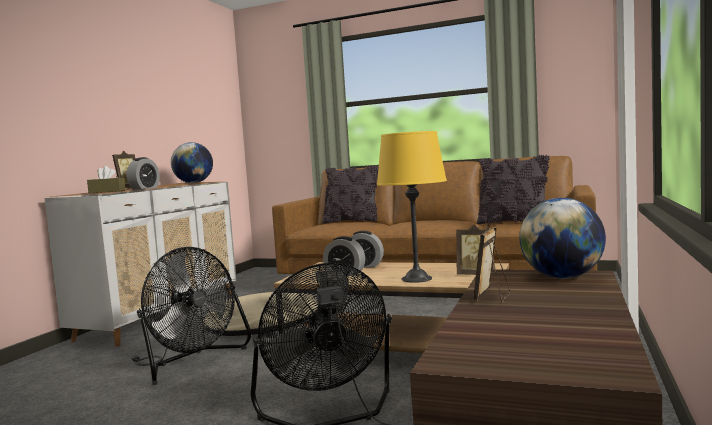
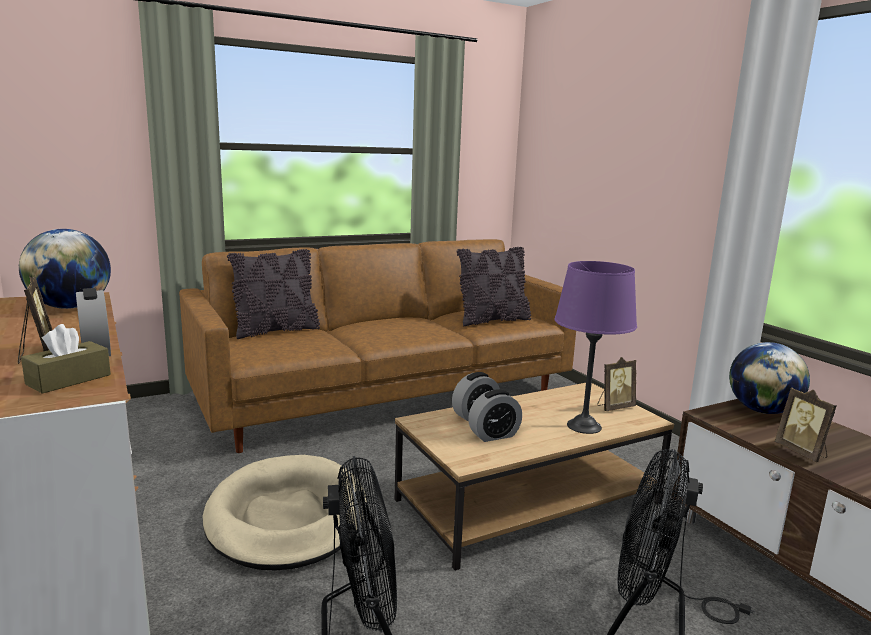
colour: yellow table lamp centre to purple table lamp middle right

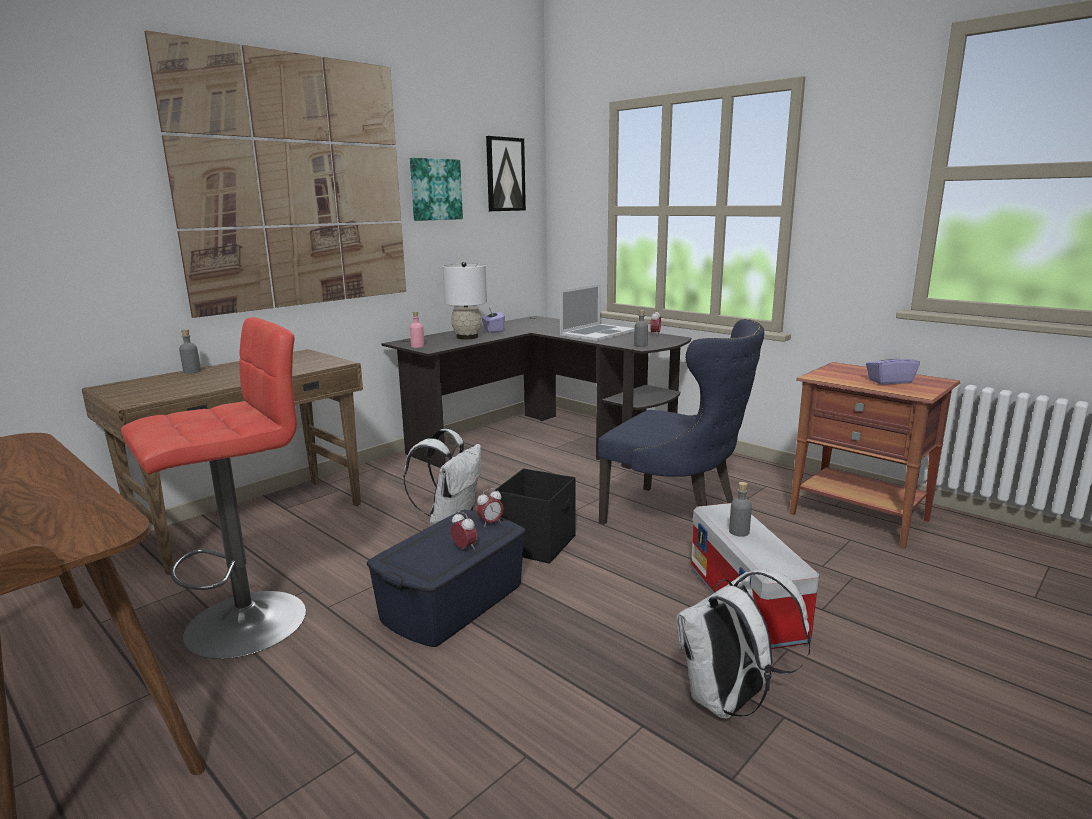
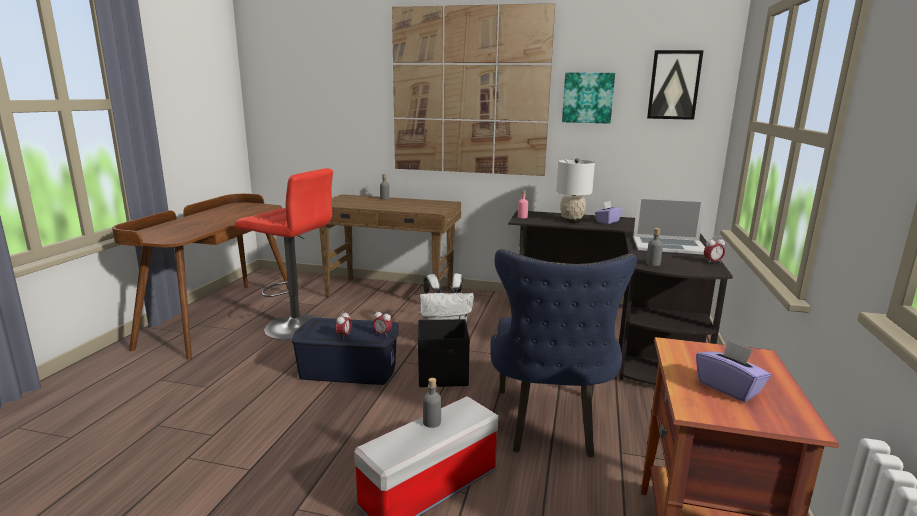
missing: white backpack (no. 2 from left) bottom right

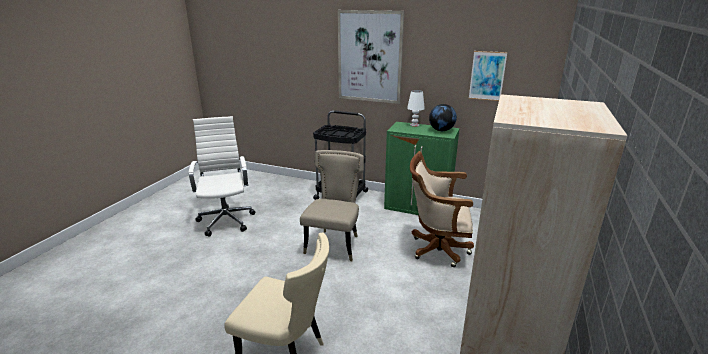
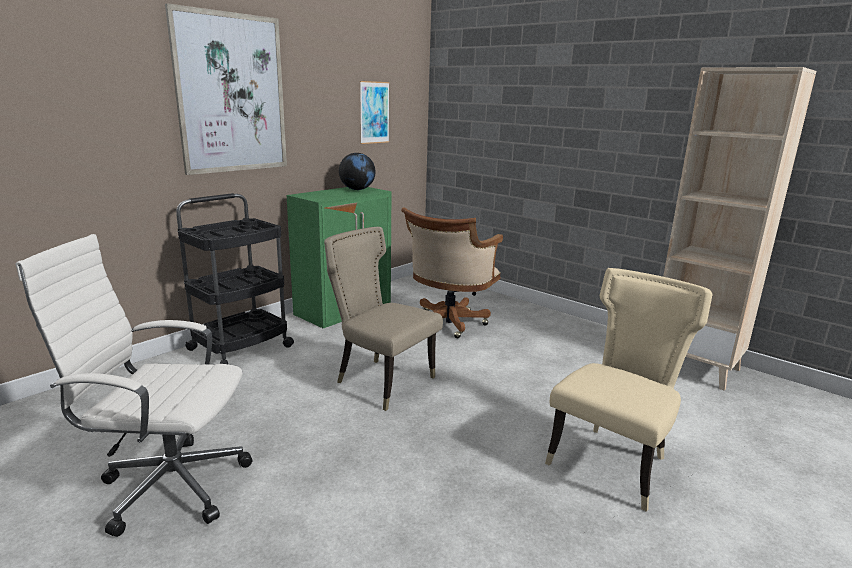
missing: white table lamp top centre

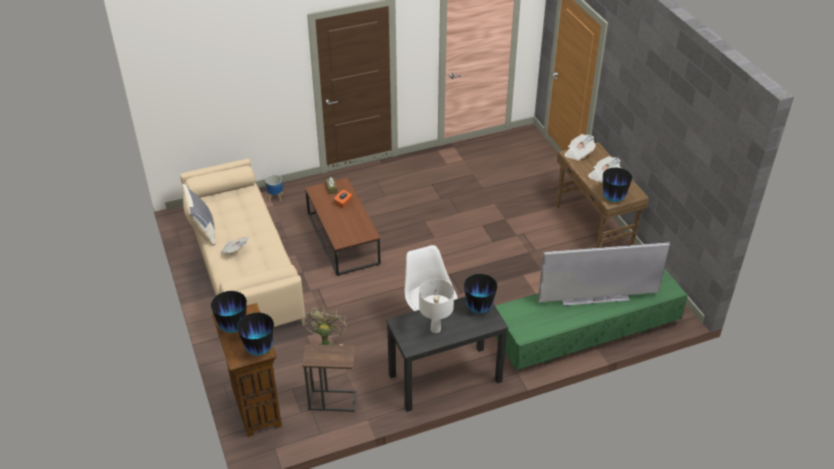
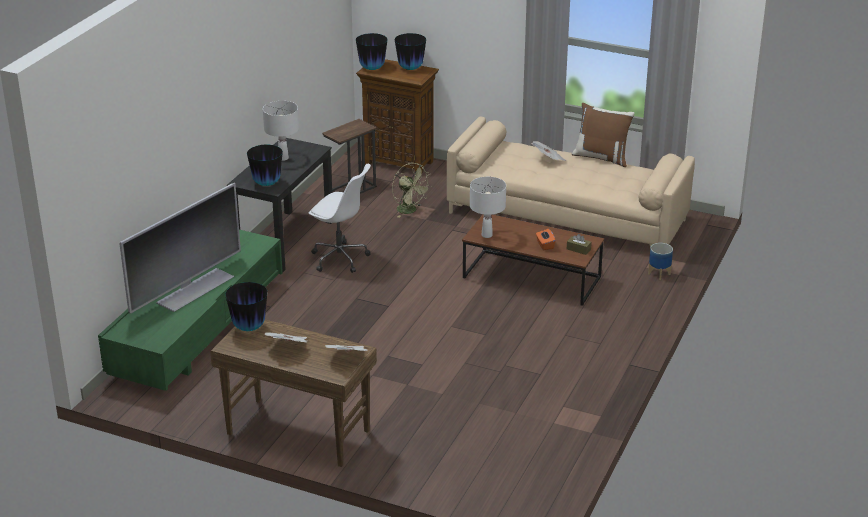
appeared: white table lamp (no. 2 from left) centre
colour: grey pillow middle left to brown pillow top right

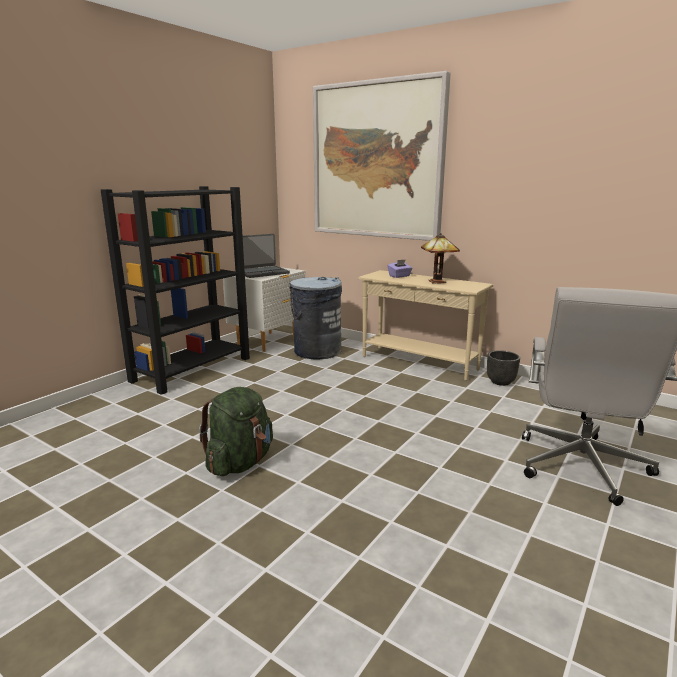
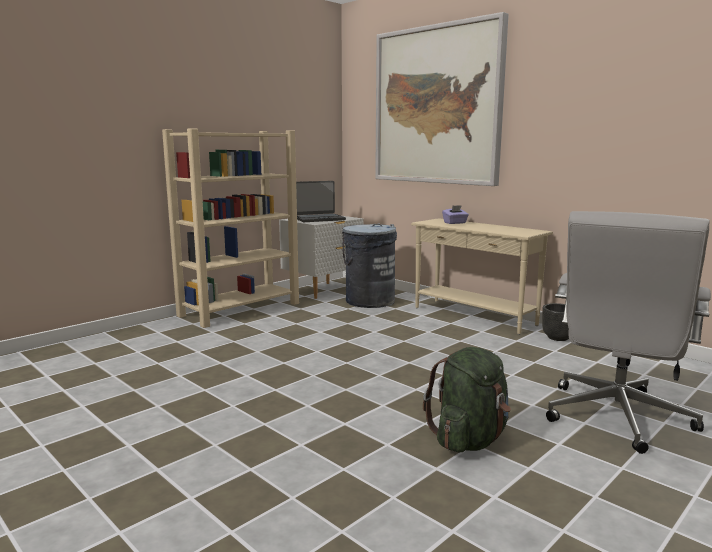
missing: table lamp centre
relocated: green backpack centre to bottom centre
colour: black bookcase middle left to beige bookcase middle left

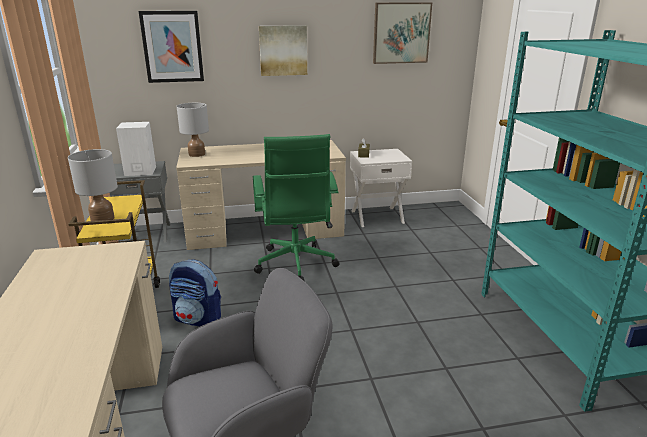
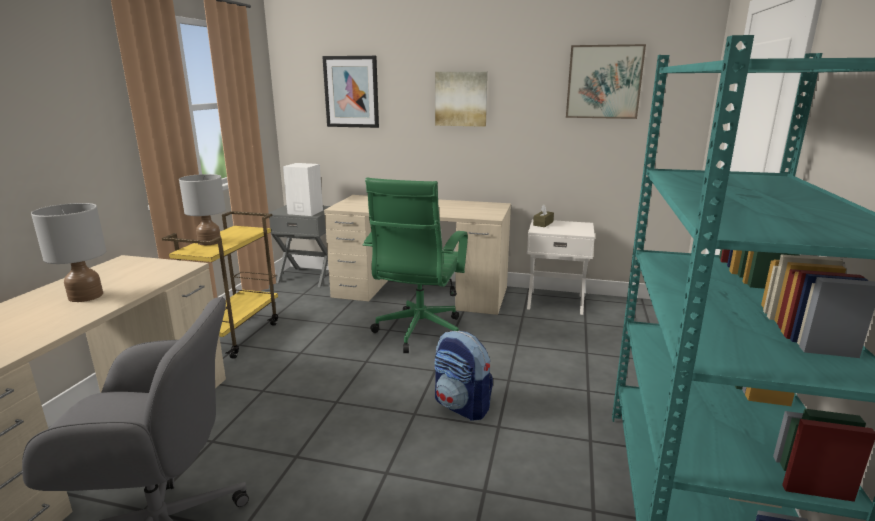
relocated: grey table lamp (no. 2 from left in the first image) top left to grey table lamp (no. 1 from left) middle left; backpack bottom left to bottom centre

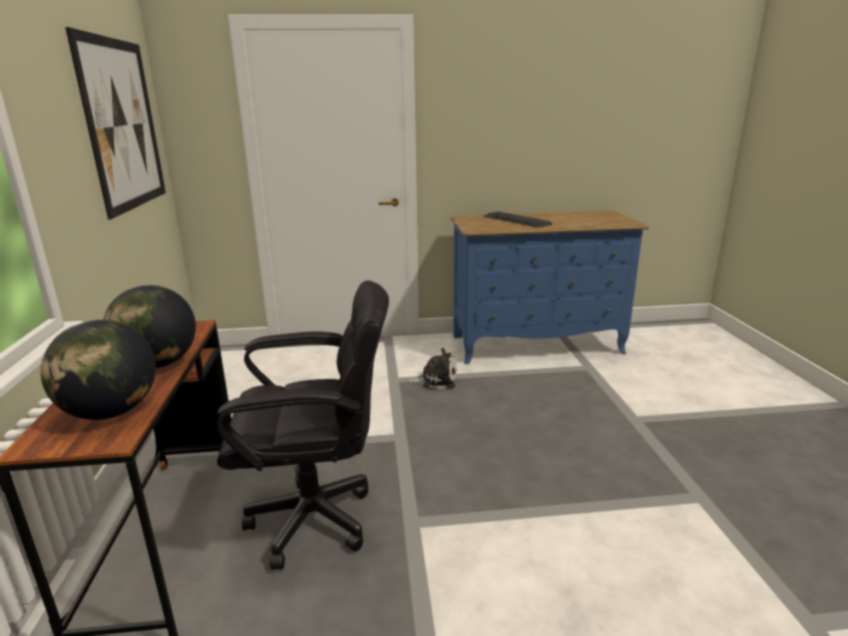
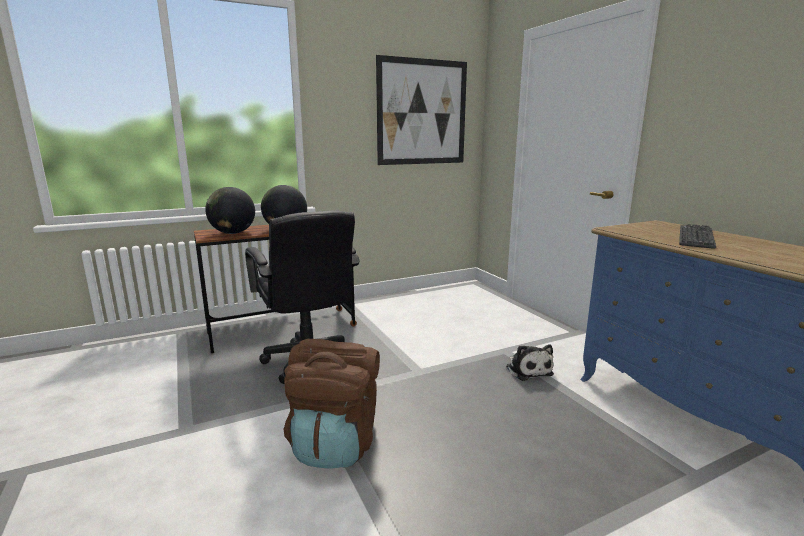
appeared: brown backpack bottom centre

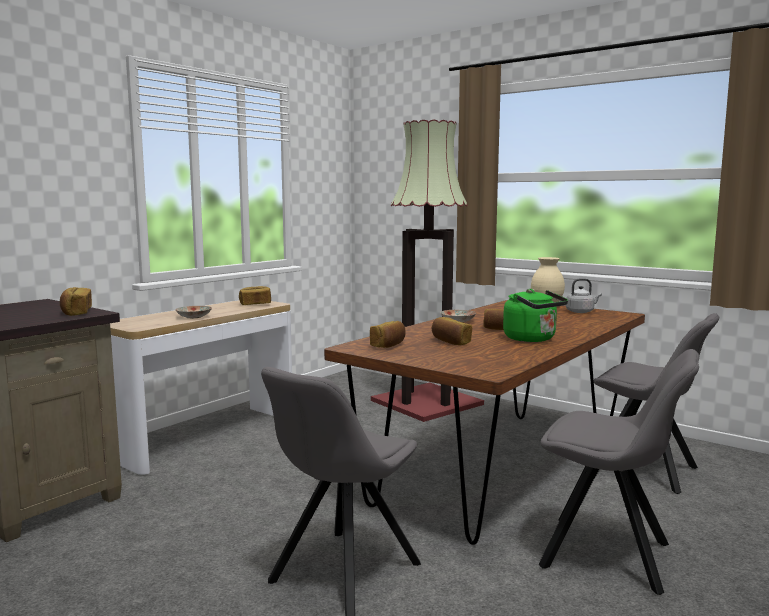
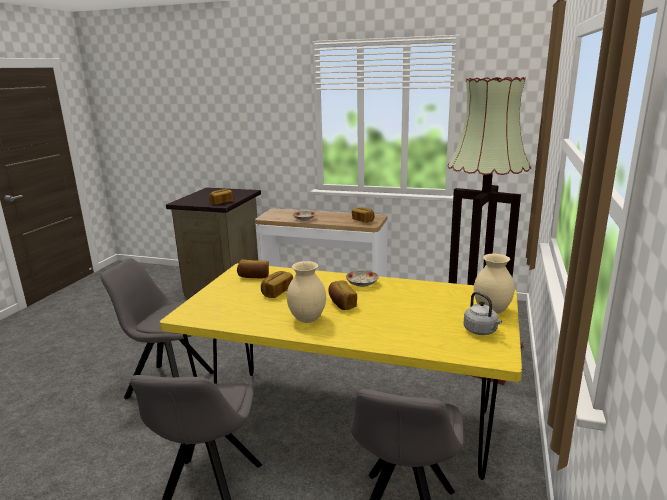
exchanged: green kettle middle right to beige vase (no. 1 from left) centre
colour: brown dining table bottom centre to yellow dining table bottom centre

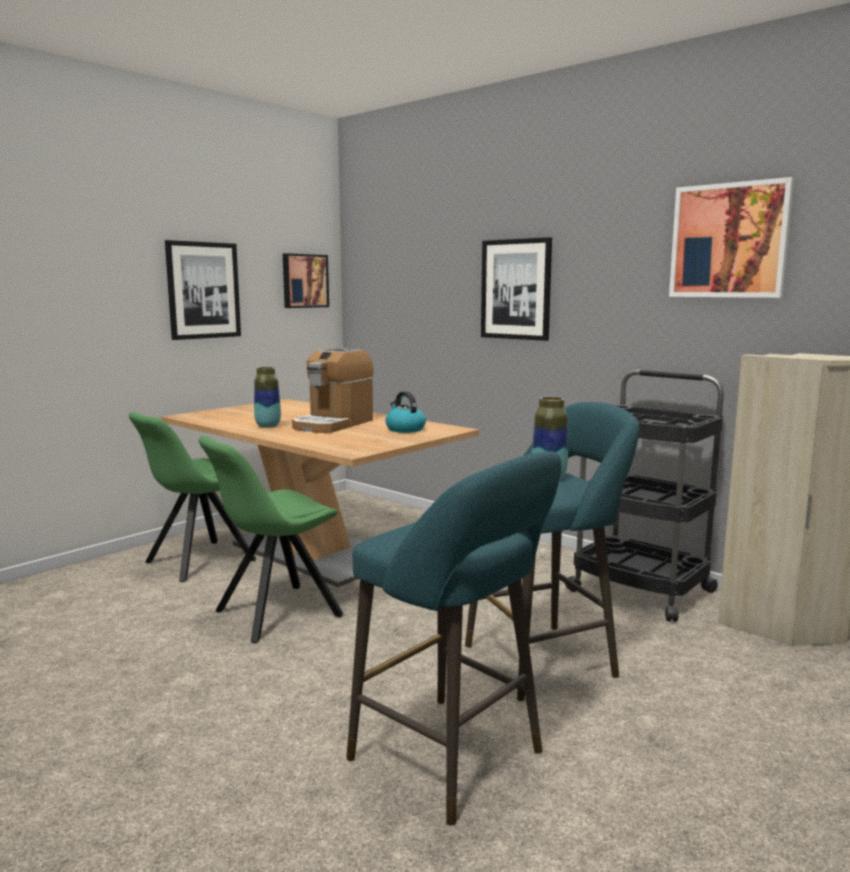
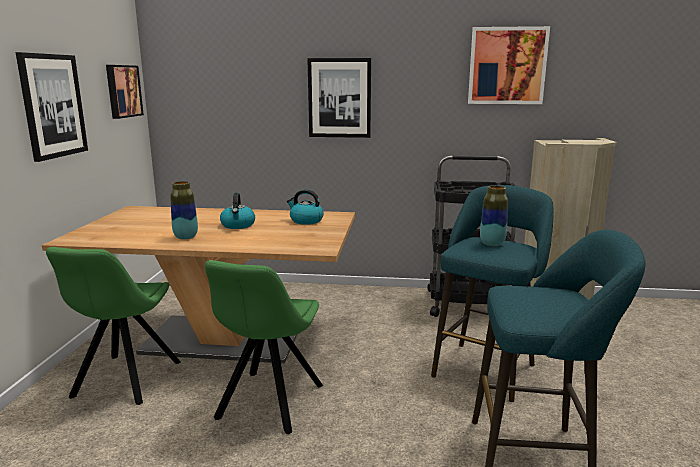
exchanged: coffee machine centre to kettle (no. 1 from left) centre

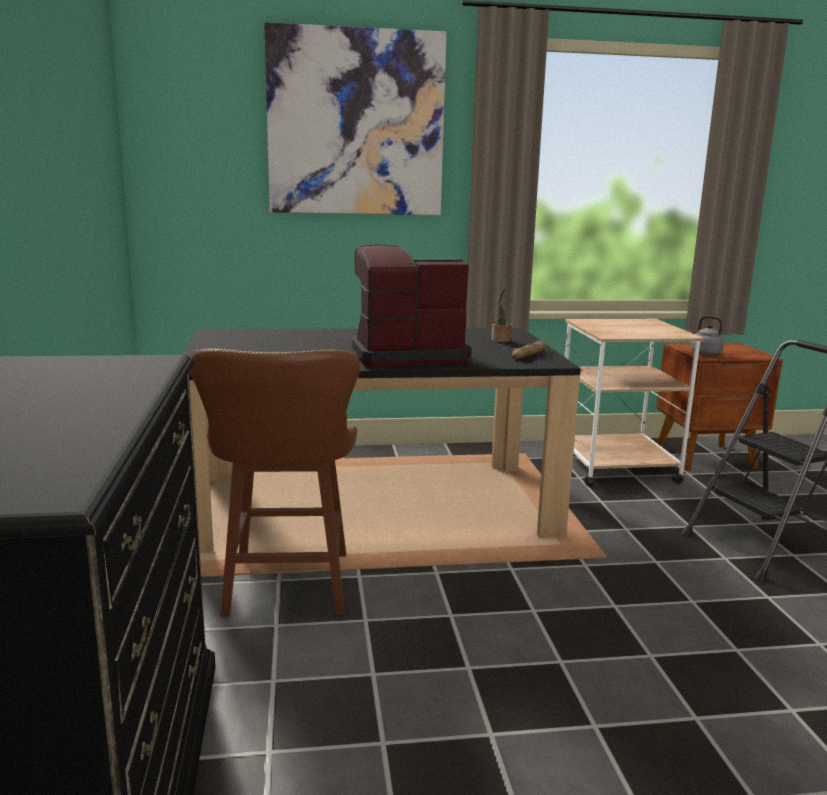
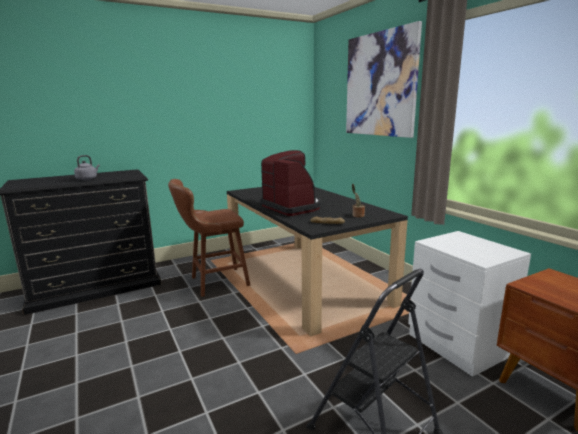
relocated: grey kettle middle right to middle left
exchanged: beige cart middle right to white nightstand bottom right

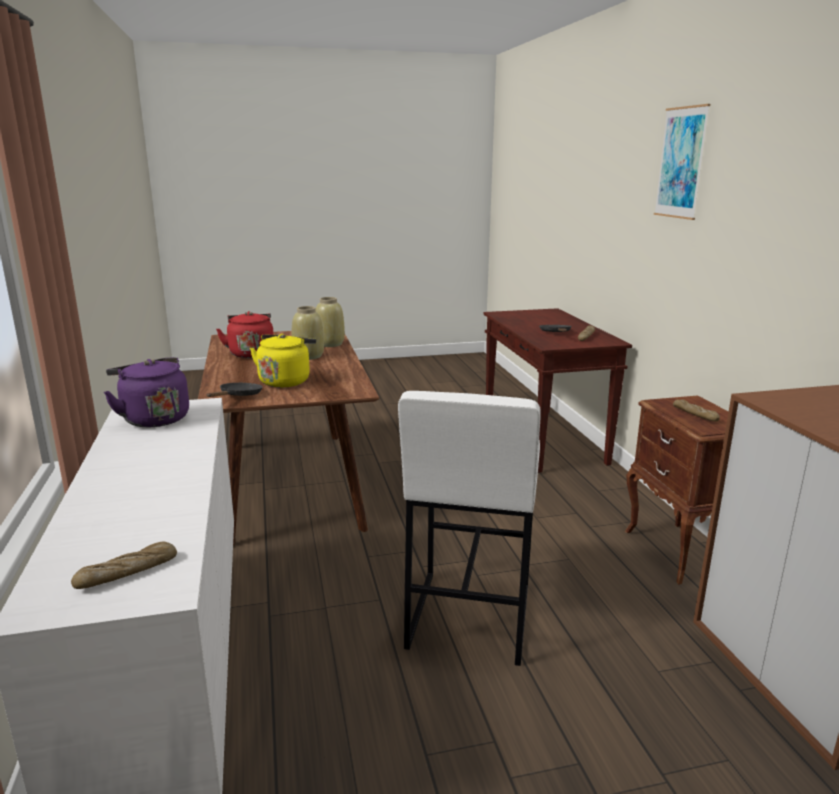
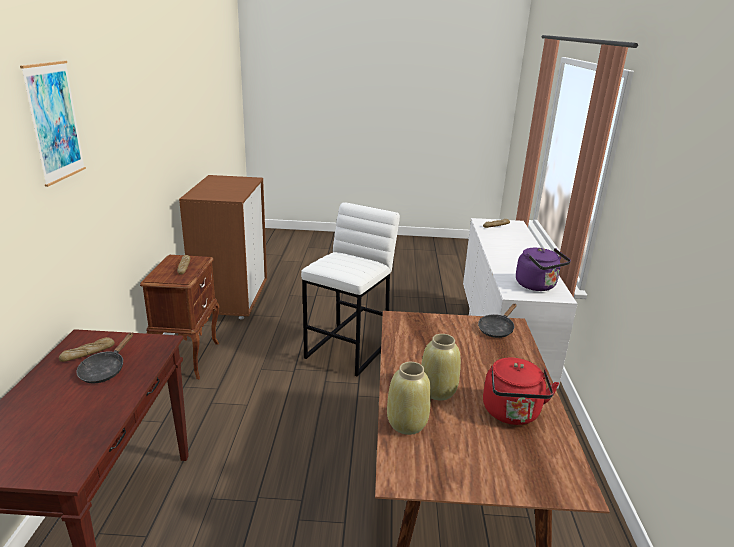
missing: yellow kettle centre

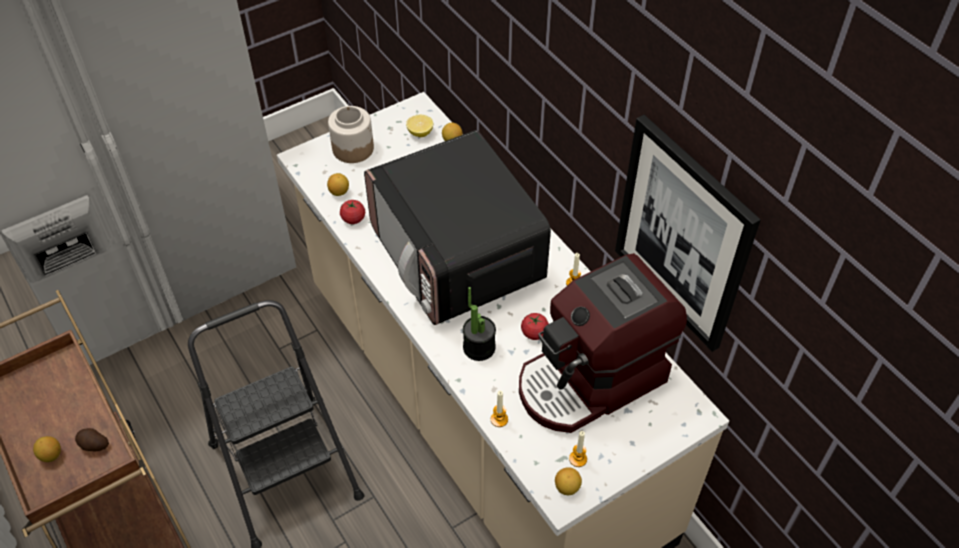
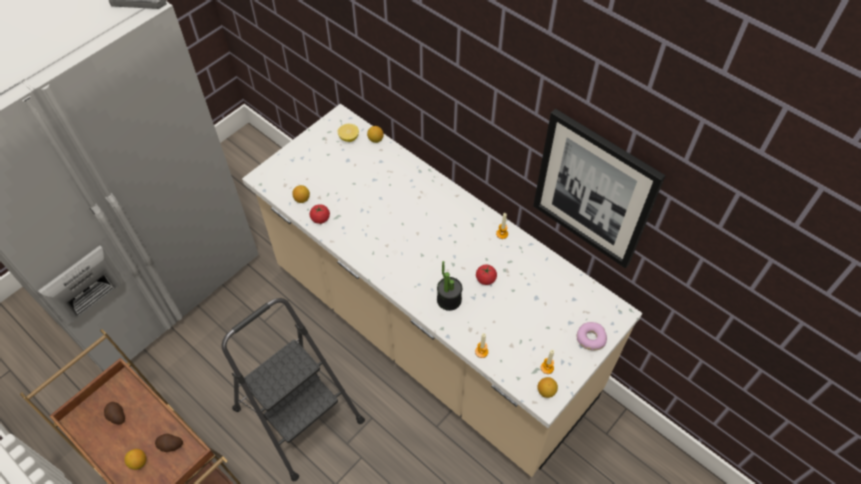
missing: jar top centre; microwave centre; coffee machine centre
appeared: potato (no. 1 from left) bottom left; donut bottom right

